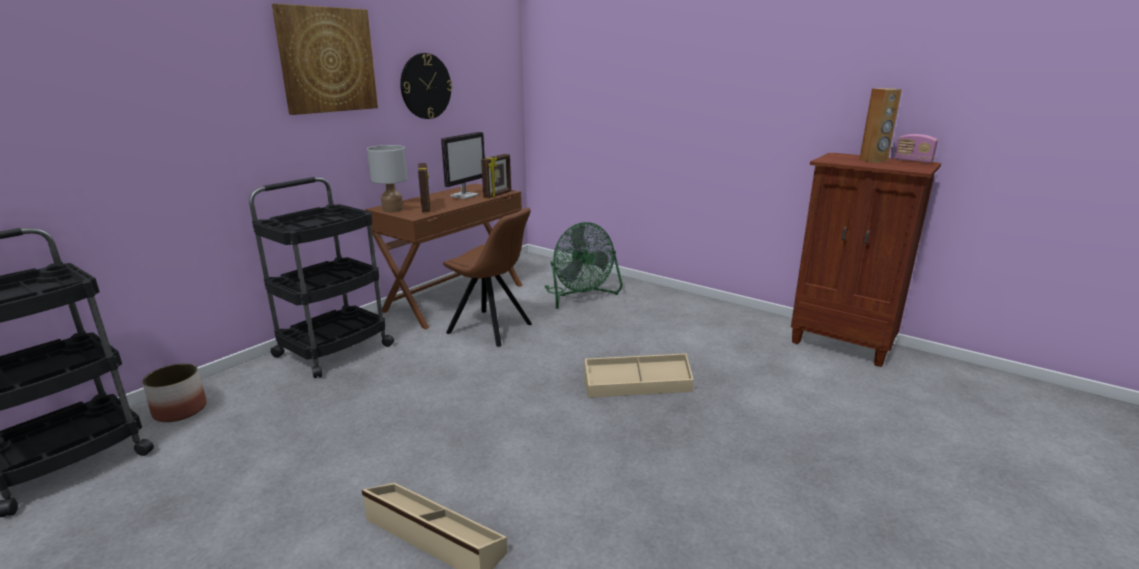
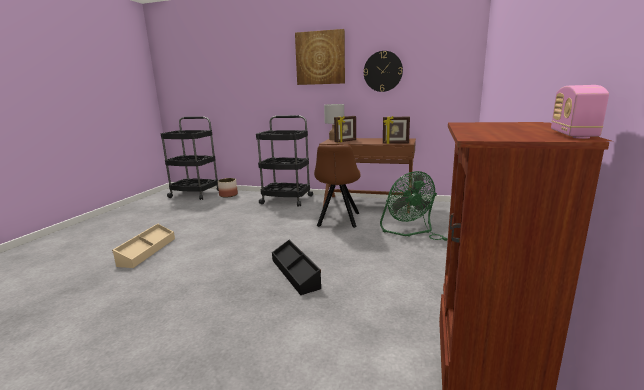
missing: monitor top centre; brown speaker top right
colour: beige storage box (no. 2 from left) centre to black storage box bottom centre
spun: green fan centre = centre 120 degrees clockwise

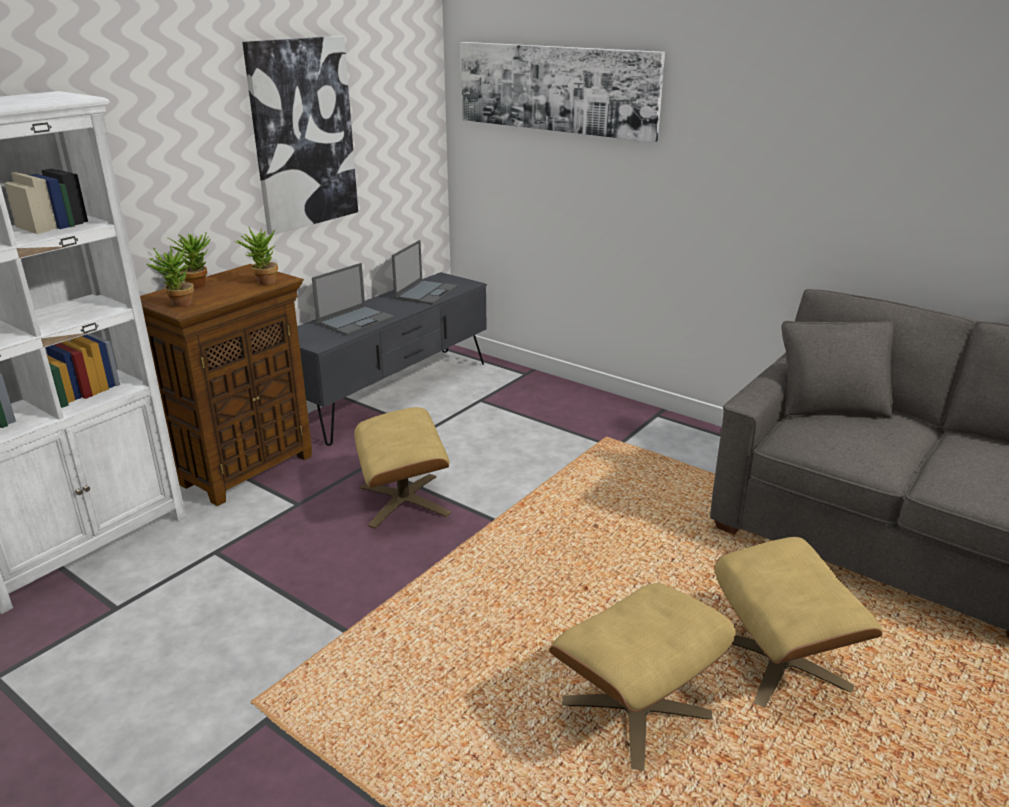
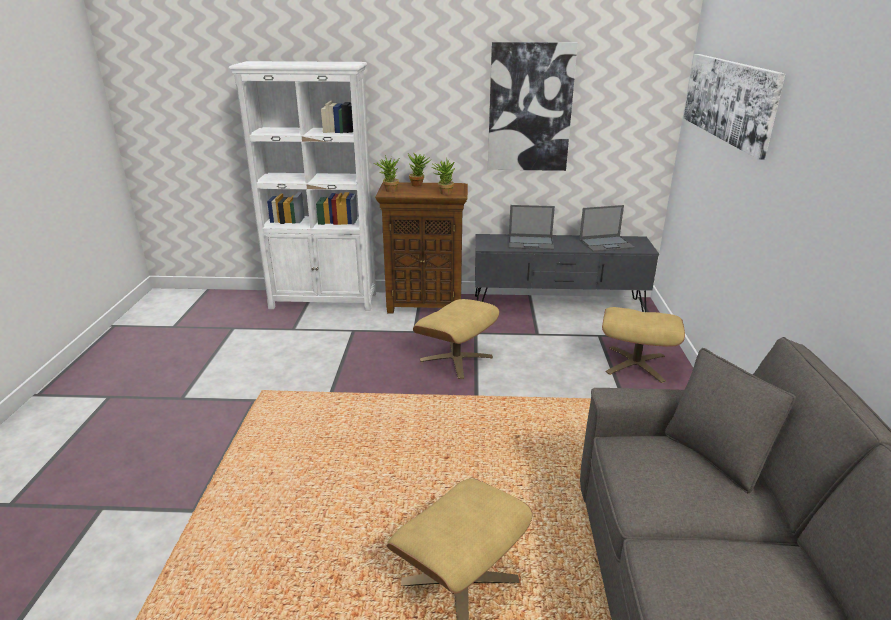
relocated: beige ottoman (no. 2 from left in the first image) bottom centre to beige ottoman (no. 3 from left) middle right

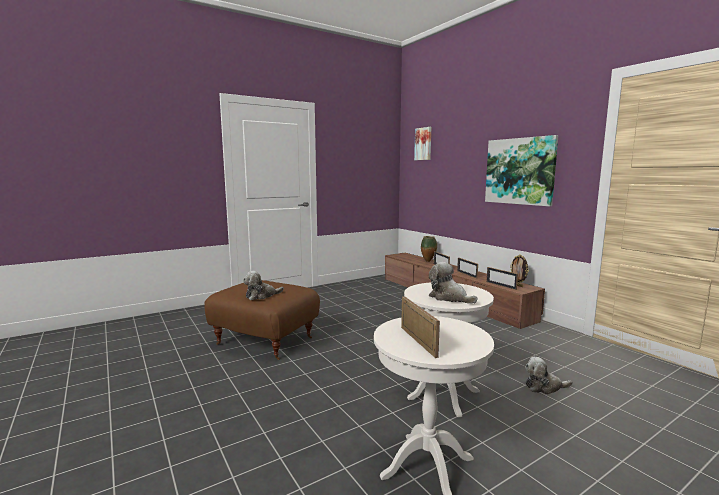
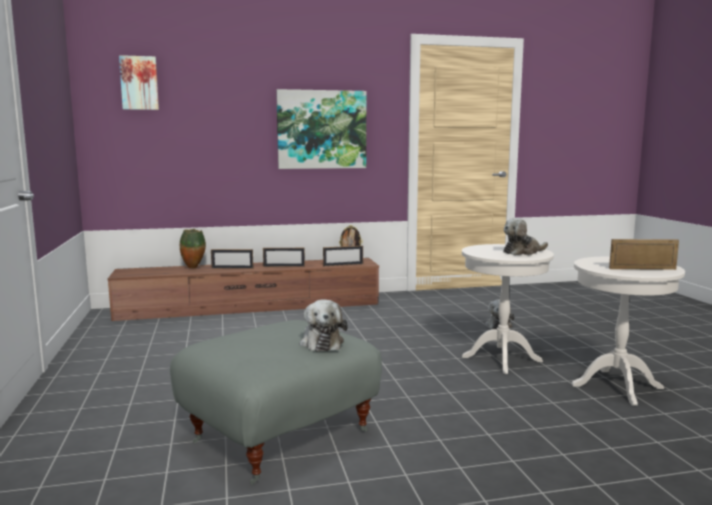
colour: brown ottoman centre to grey ottoman bottom centre

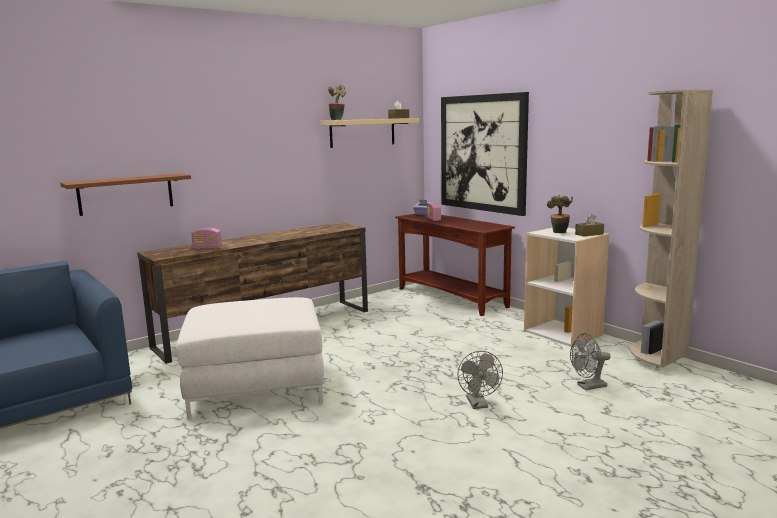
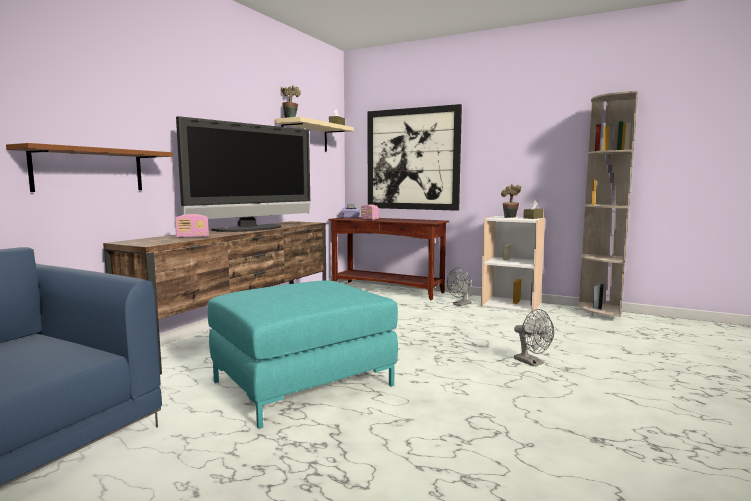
appeared: television middle left
relocated: grey fan (no. 2 from left in the first image) bottom right to grey fan (no. 1 from left) centre
colour: white ottoman bottom left to turquoise ottoman bottom centre

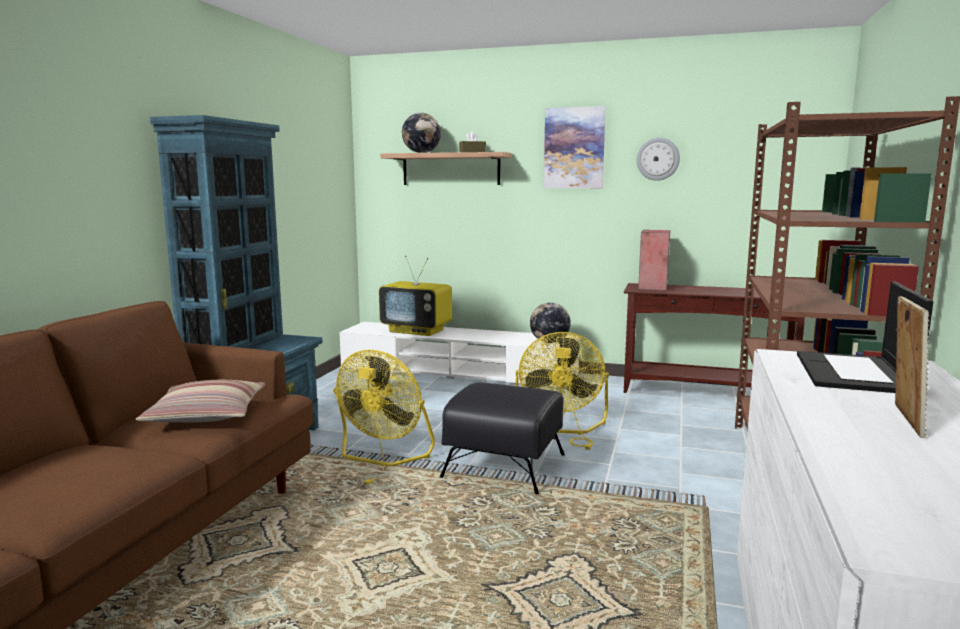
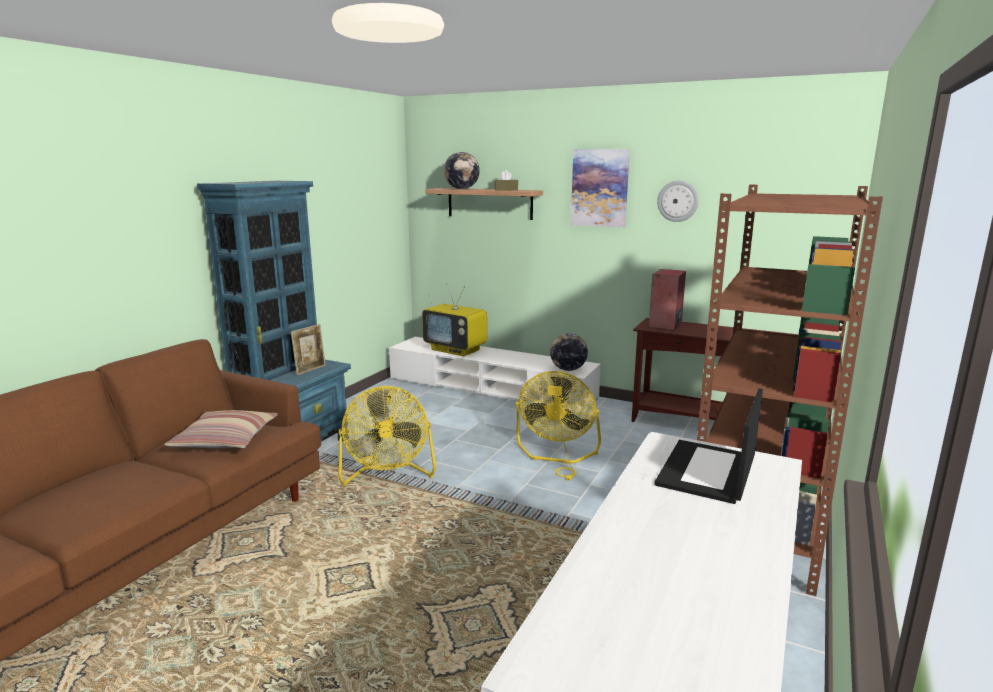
missing: black ottoman bottom centre
relocated: picture frame middle right to middle left
spun: yellow fan (no. 1 from left) centre = centre 135 degrees clockwise

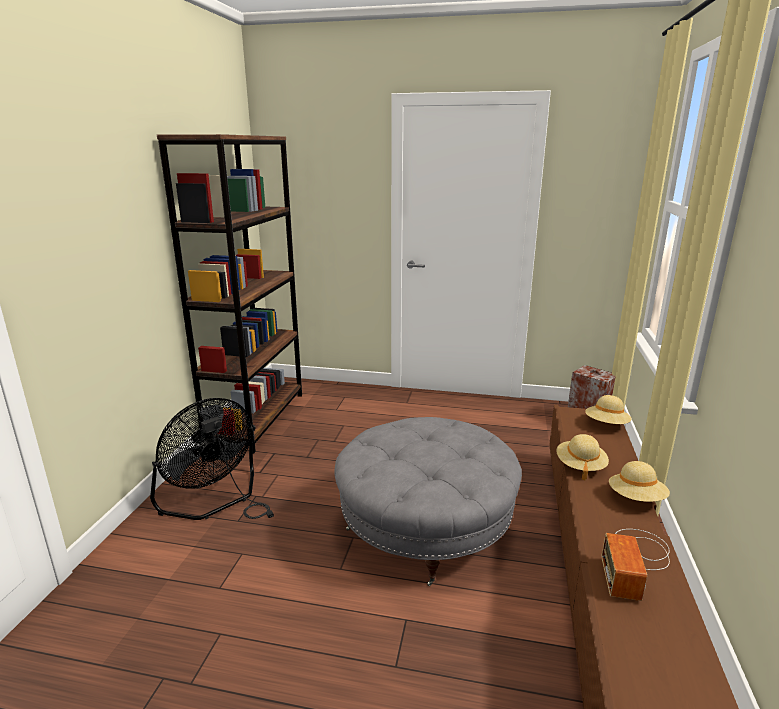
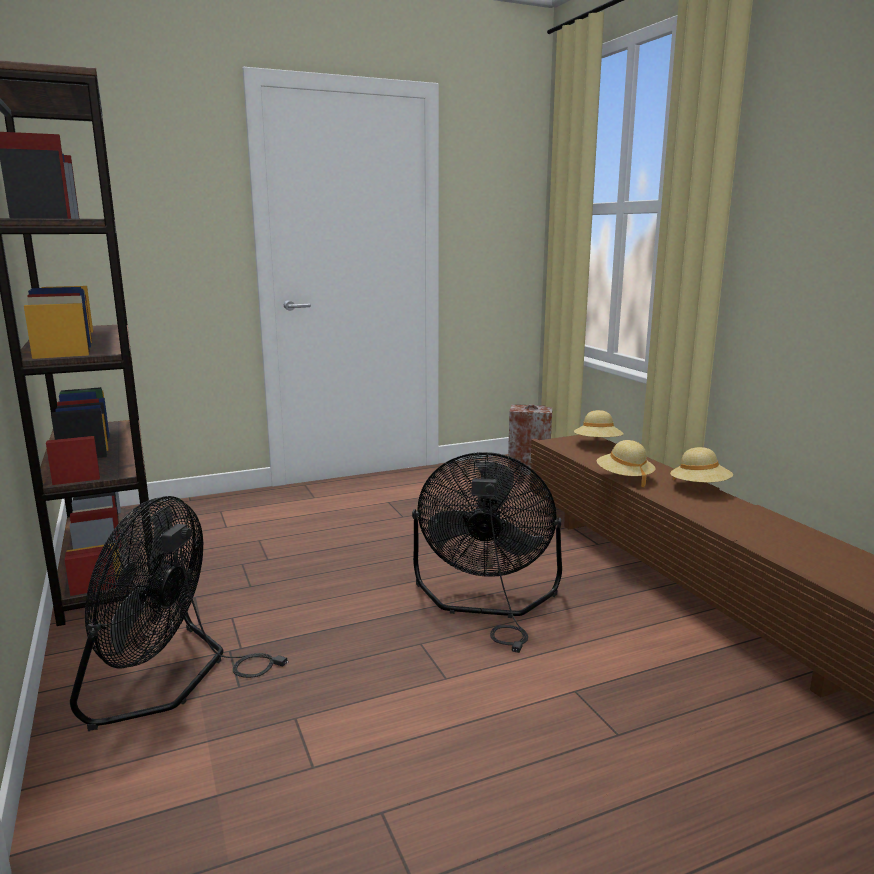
missing: radio bottom right
exchanged: grey ottoman bottom centre to black fan (no. 2 from left) centre

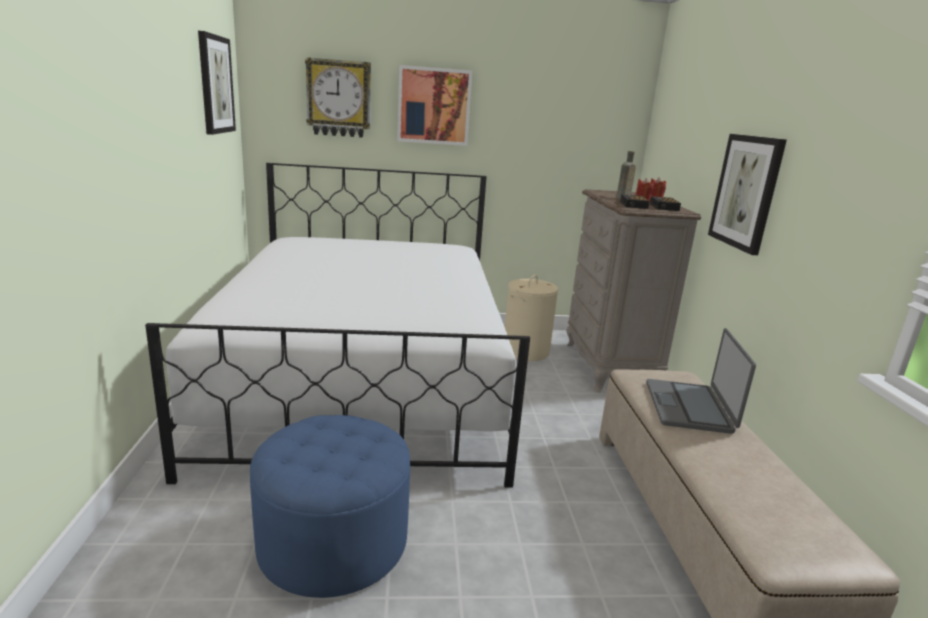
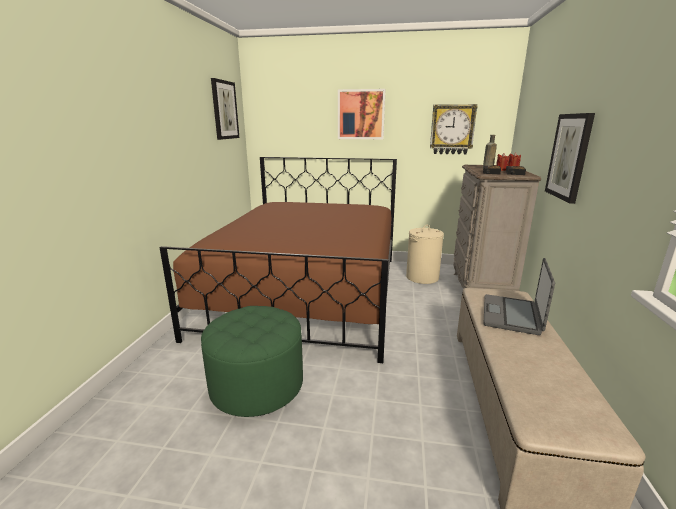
relocated: wall clock top centre to top right
colour: white bed centre to brown bed centre; blue ottoman bottom centre to green ottoman bottom centre

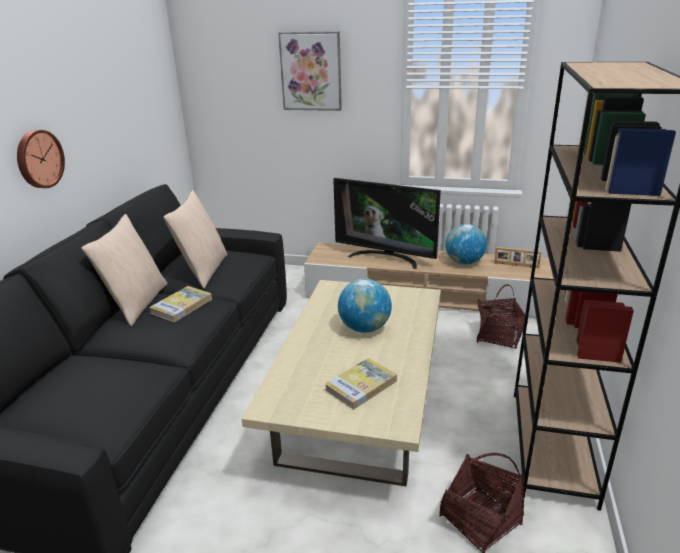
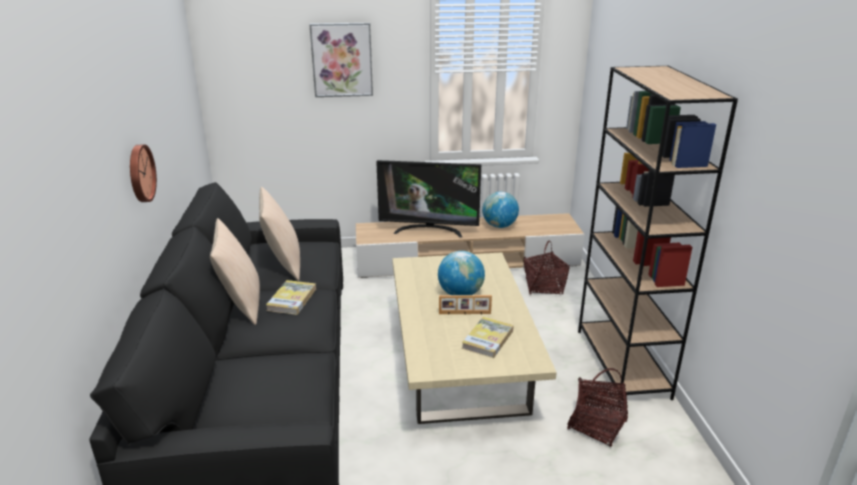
relocated: picture frame middle right to centre

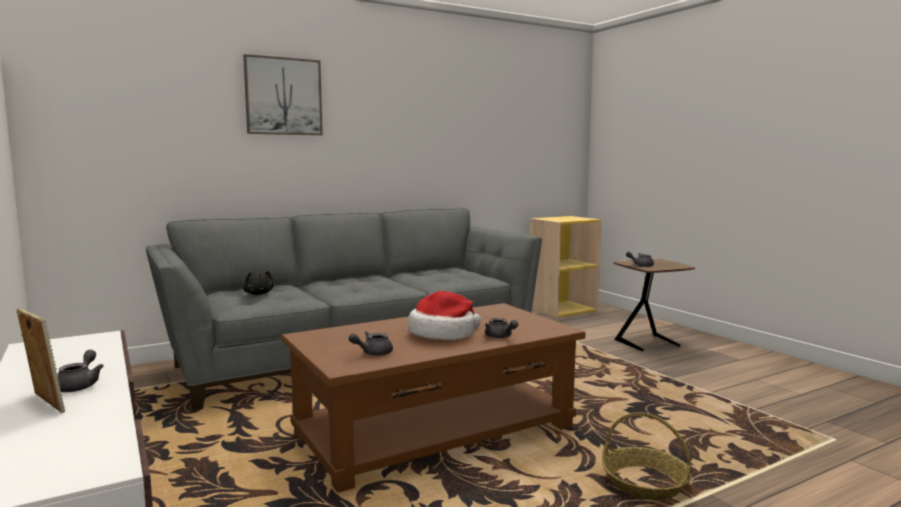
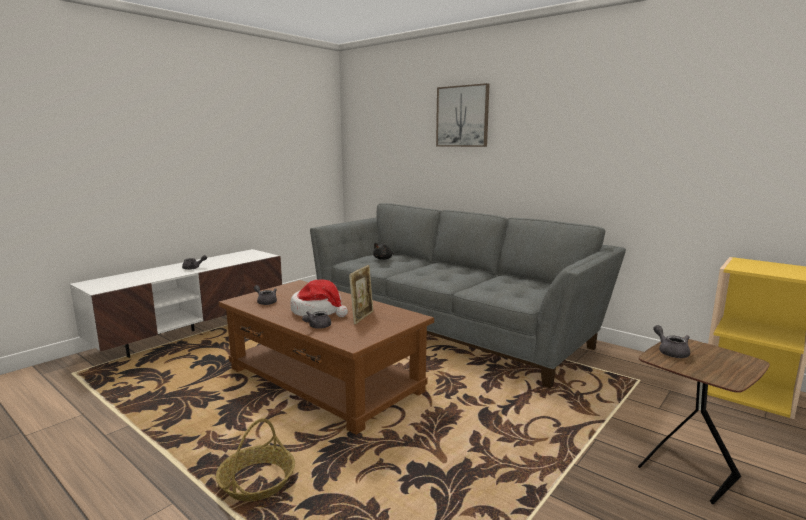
relocated: picture frame bottom left to centre

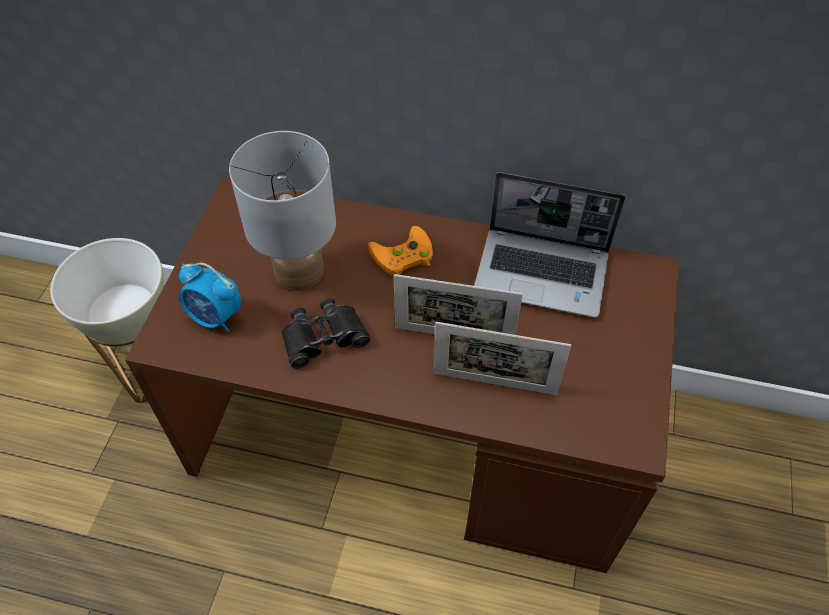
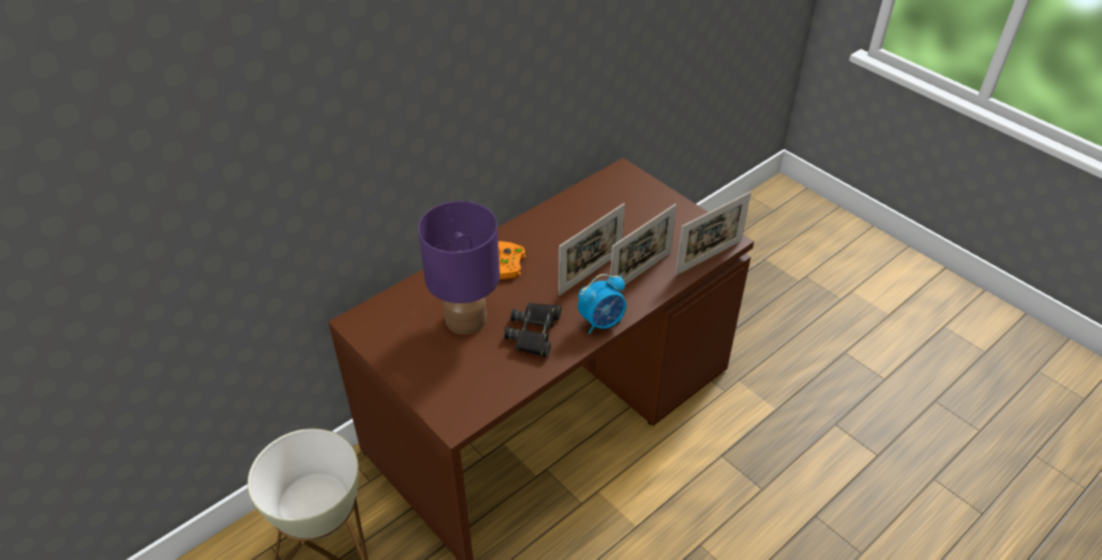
missing: laptop centre
appeared: picture frame (no. 3 from left) centre
relocated: alarm clock middle left to centre
colour: grey table lamp centre to purple table lamp centre

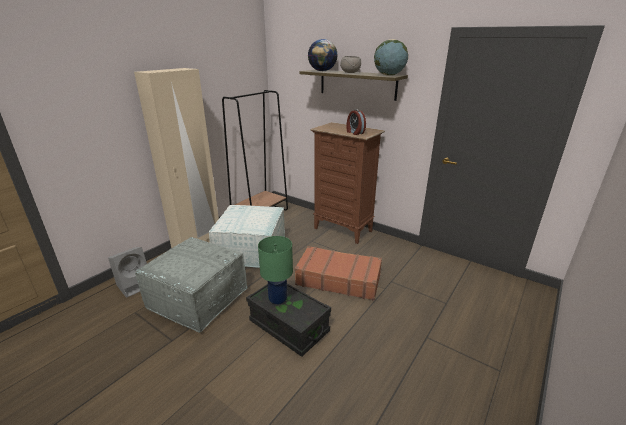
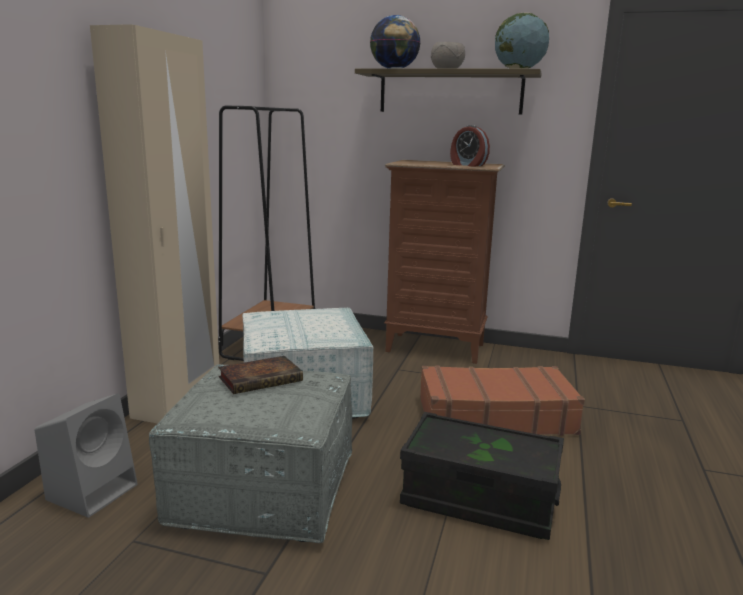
missing: green table lamp centre
appeared: book centre

